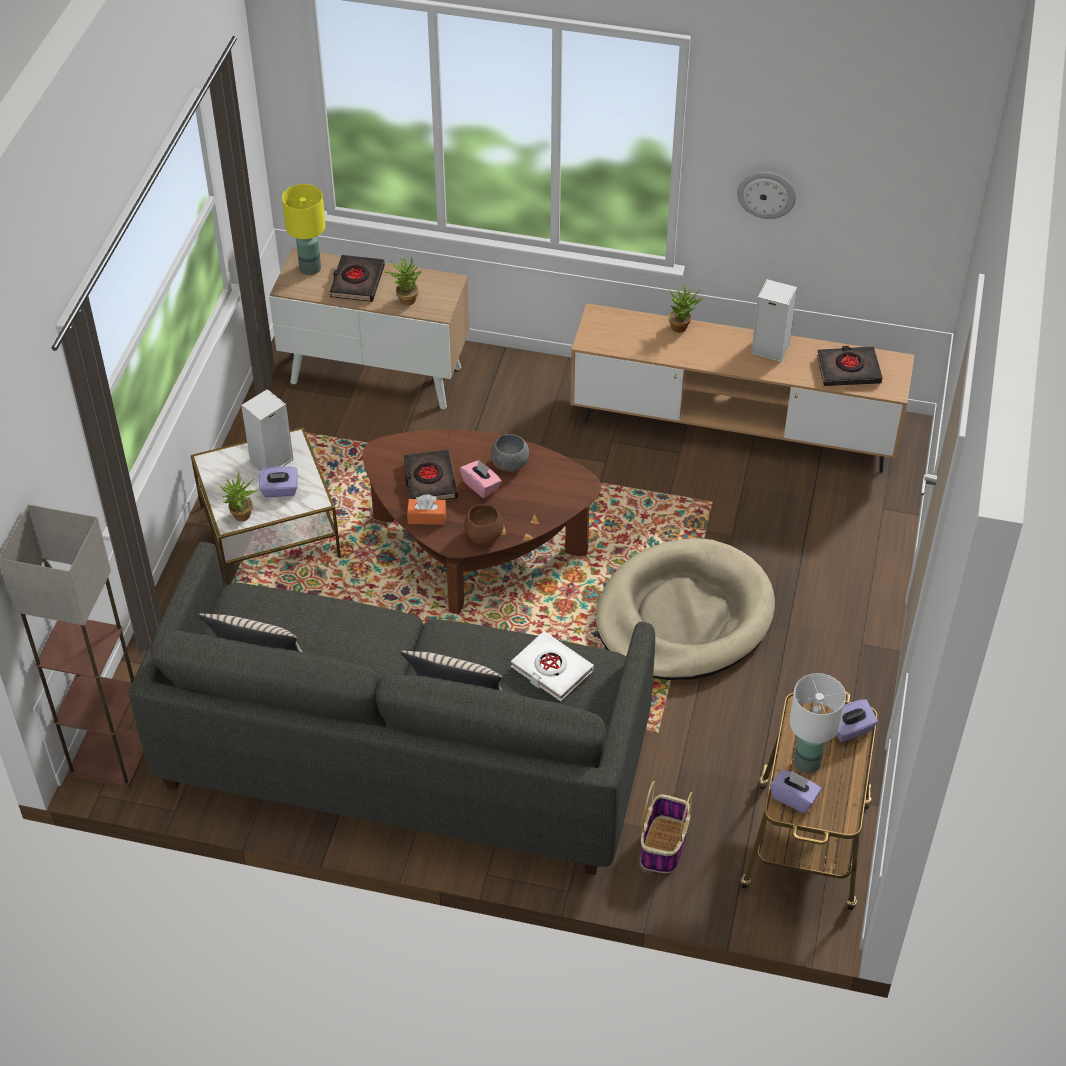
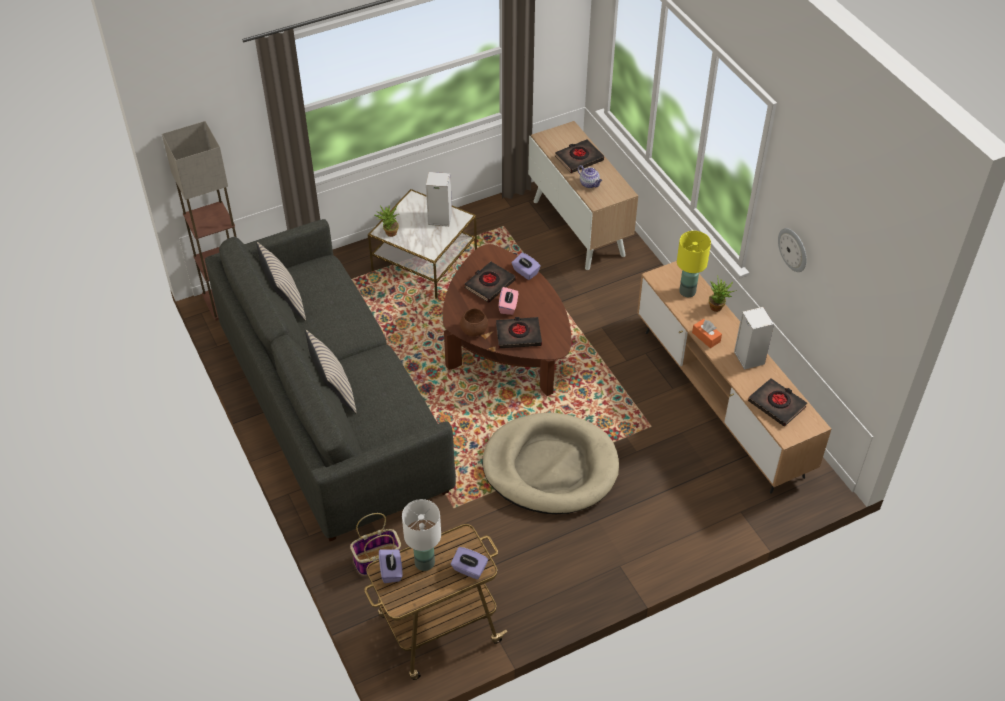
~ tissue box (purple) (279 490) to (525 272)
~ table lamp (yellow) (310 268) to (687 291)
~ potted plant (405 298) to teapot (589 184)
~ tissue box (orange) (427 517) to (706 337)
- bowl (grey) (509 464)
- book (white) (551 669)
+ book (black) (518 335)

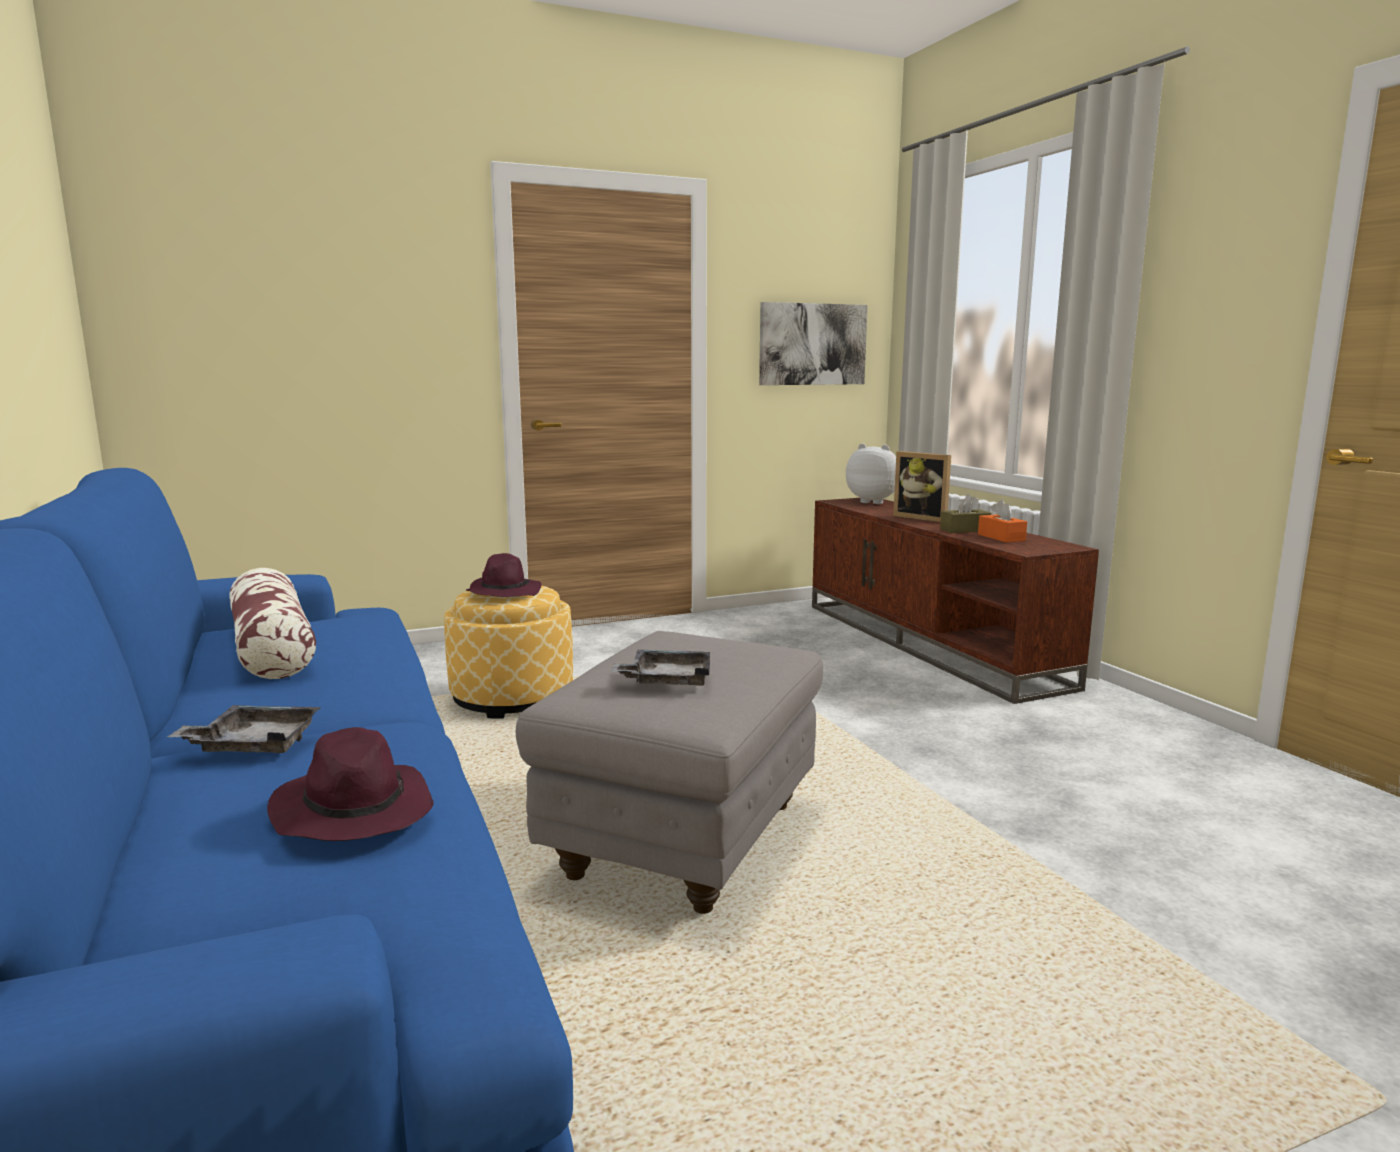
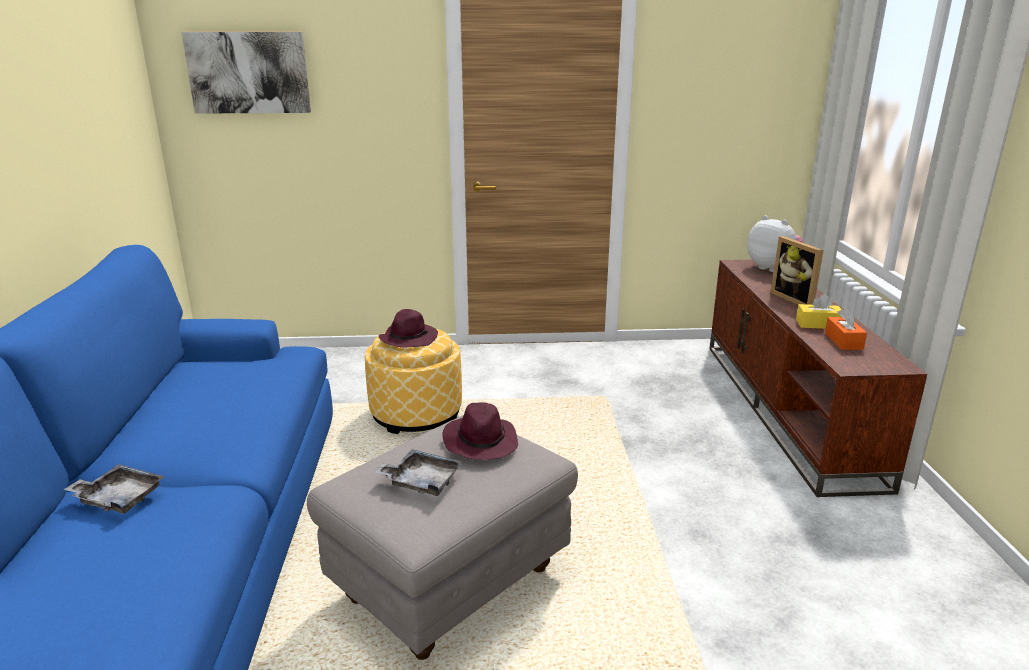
- pillow (272 647)
~ hat (purple) (353 812) to (480 442)
~ picture (812 344) to (248 72)
~ tissue box (brown) (964 530) to tissue box (yellow) (818 324)

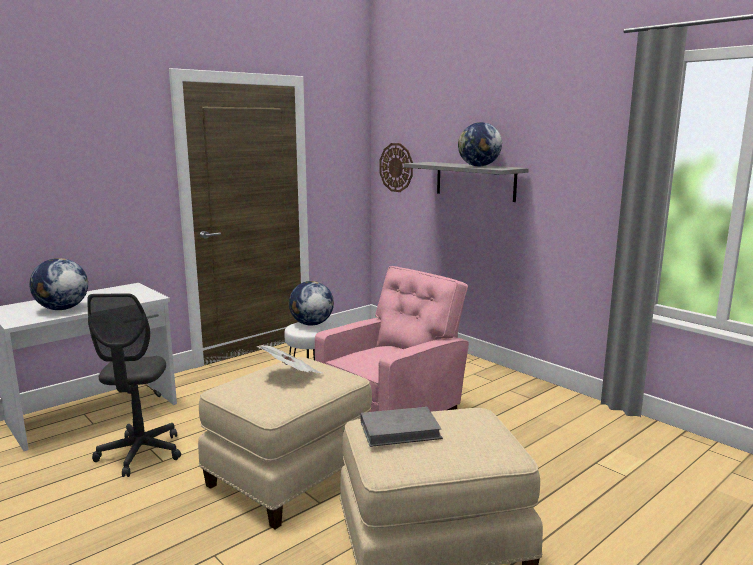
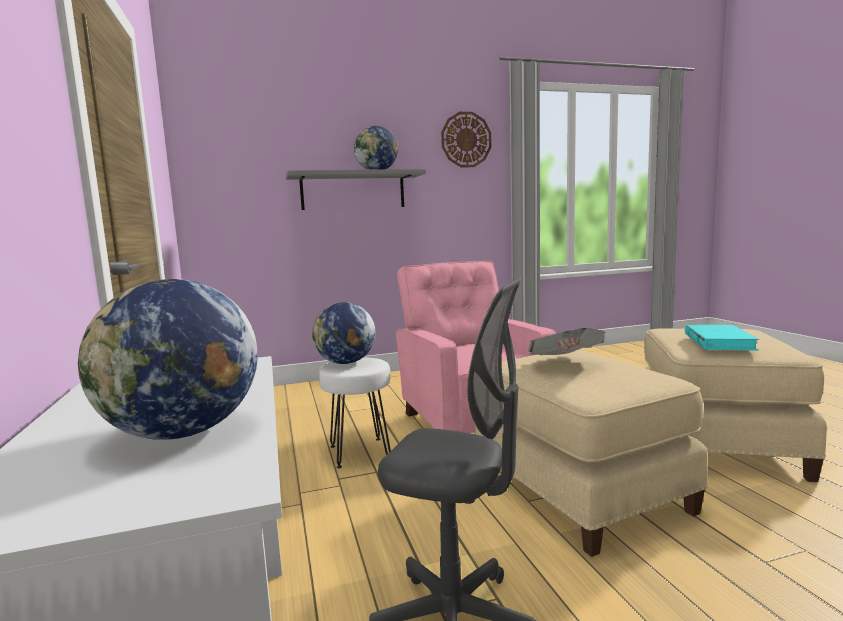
~ book (grey) (400 430) to book (turquoise) (718 342)
~ wall clock (396 167) to (466 140)

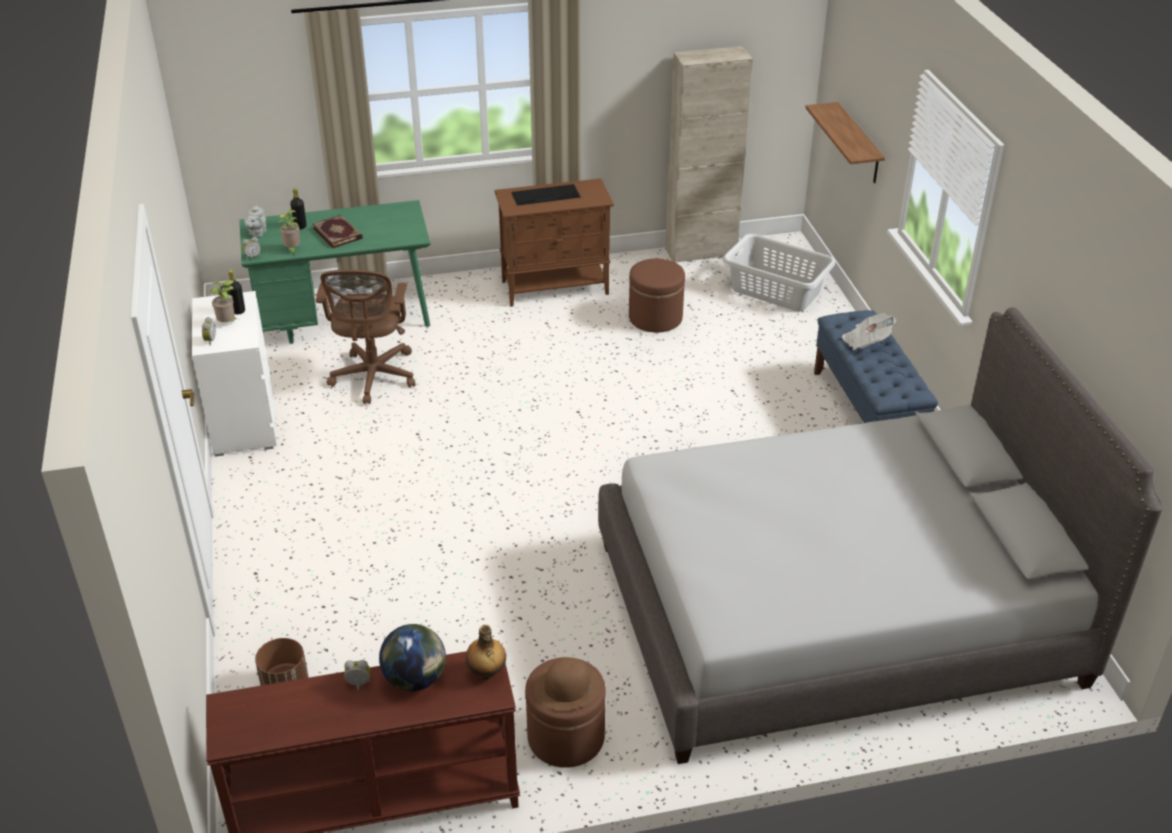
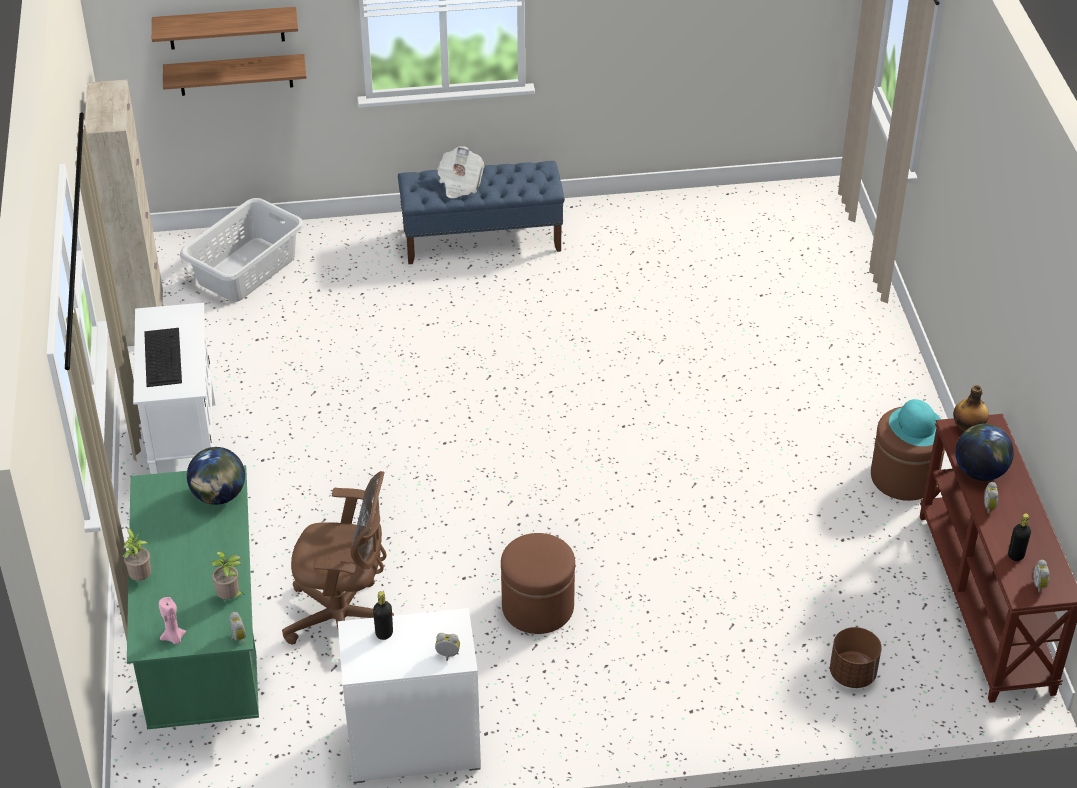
~ potted plant (228 323) to (141 577)
~ teapot (grey) (257 233) to candle (pink) (174 638)
~ bottle (black) (300 226) to (1016 555)
- book (338 233)
~ cabinet (brown) (556 287) to cabinet (white) (185 447)
~ hat (brown) (567 687) to hat (turquoise) (916 426)
- bed (grey) (836 613)
~ ottoman (brown) (655 318) to (538 607)
+ shelf (226 28)
+ globe (219 496)
+ alarm clock (1040 585)

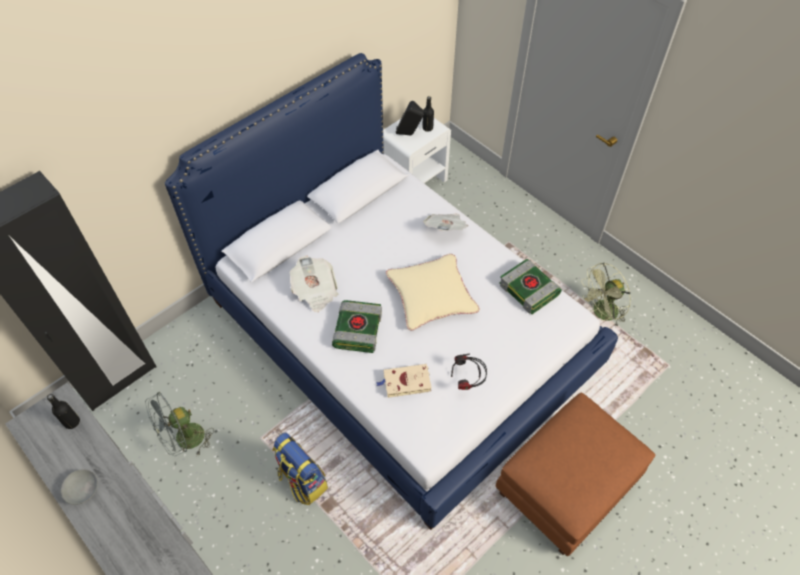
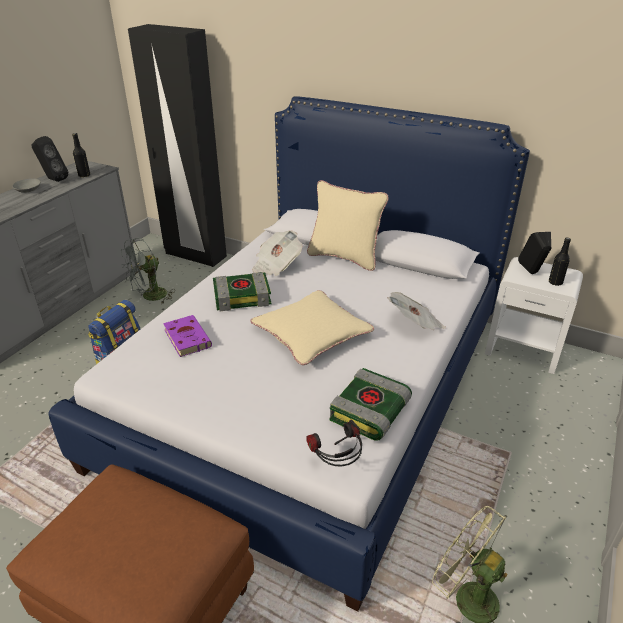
~ fan (grey) (184 441) = (150 297) 75 degrees counterclockwise
~ book (beige) (405 382) to book (purple) (186 337)
~ headphones (468 381) to (336 463)
+ speaker (black) (53 180)
+ pillow (beige) (344 257)

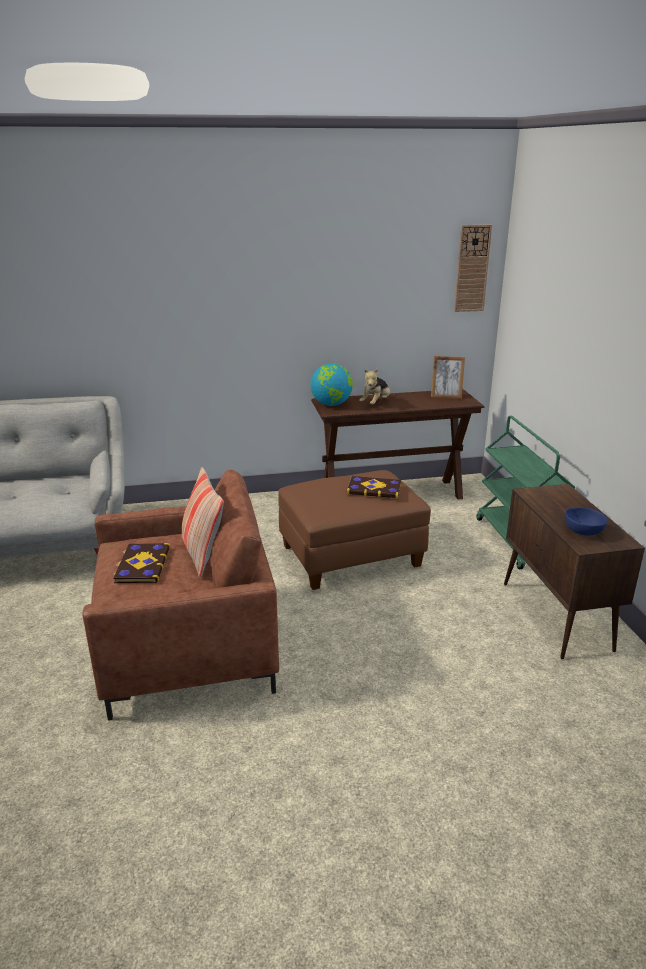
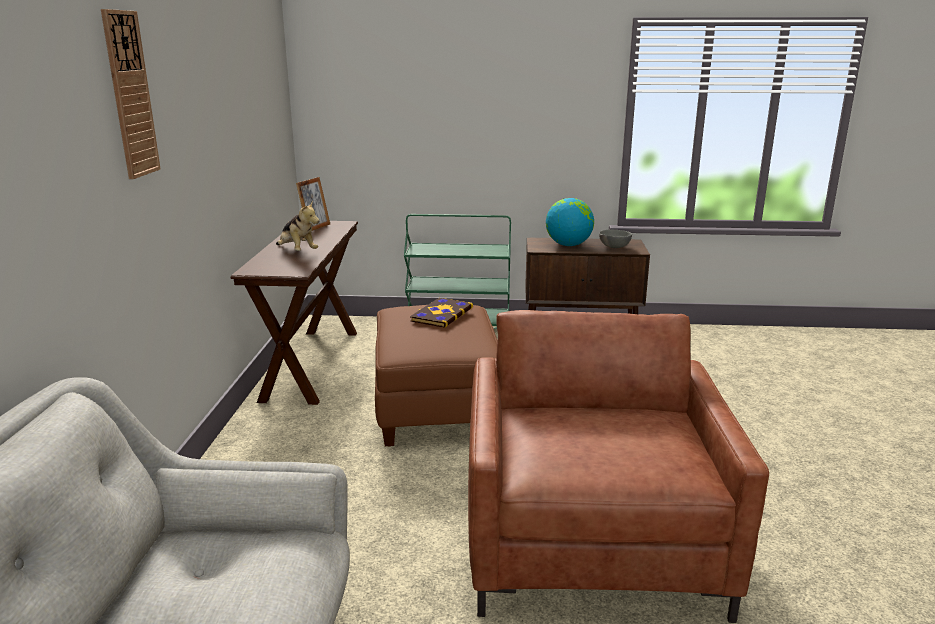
- book (142 565)
- pillow (203 554)
~ globe (331 404) to (568 245)
~ wall clock (472 268) to (130 95)
~ bowl (blue) (582 531) to bowl (grey) (613 247)

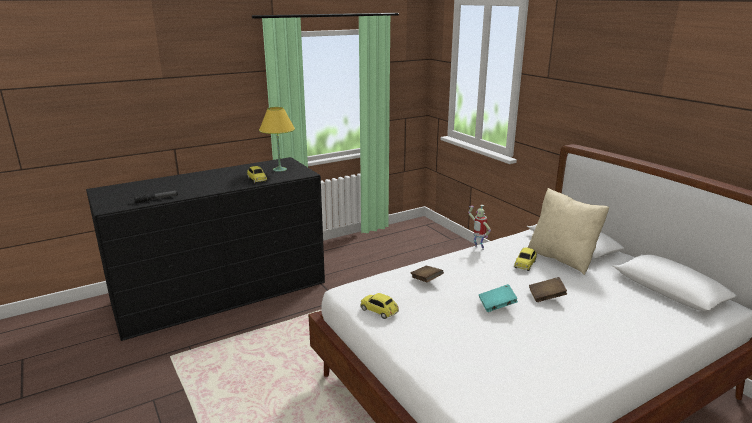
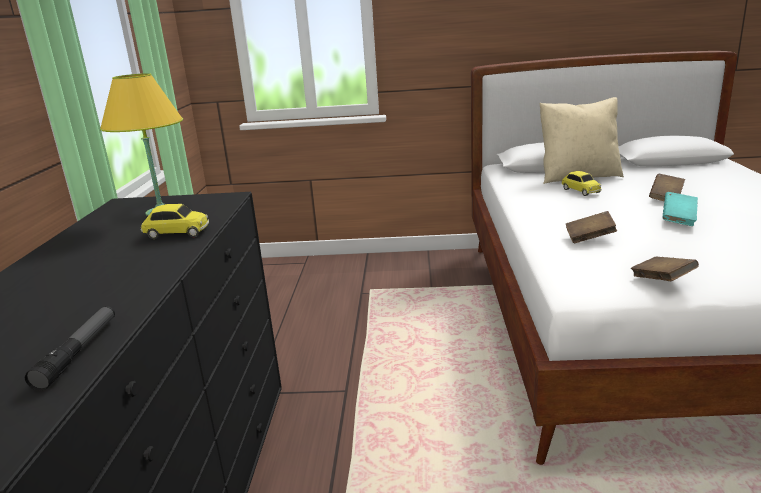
~ toy car (379 311) to book (brown) (661 281)
- toy robot (478 248)

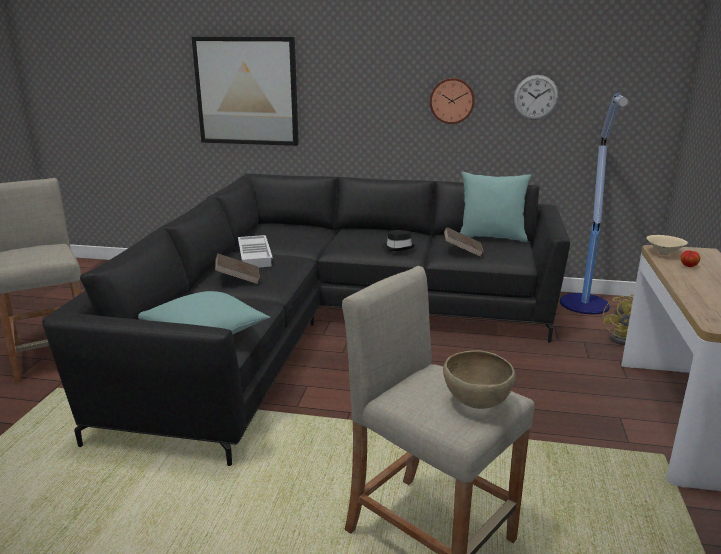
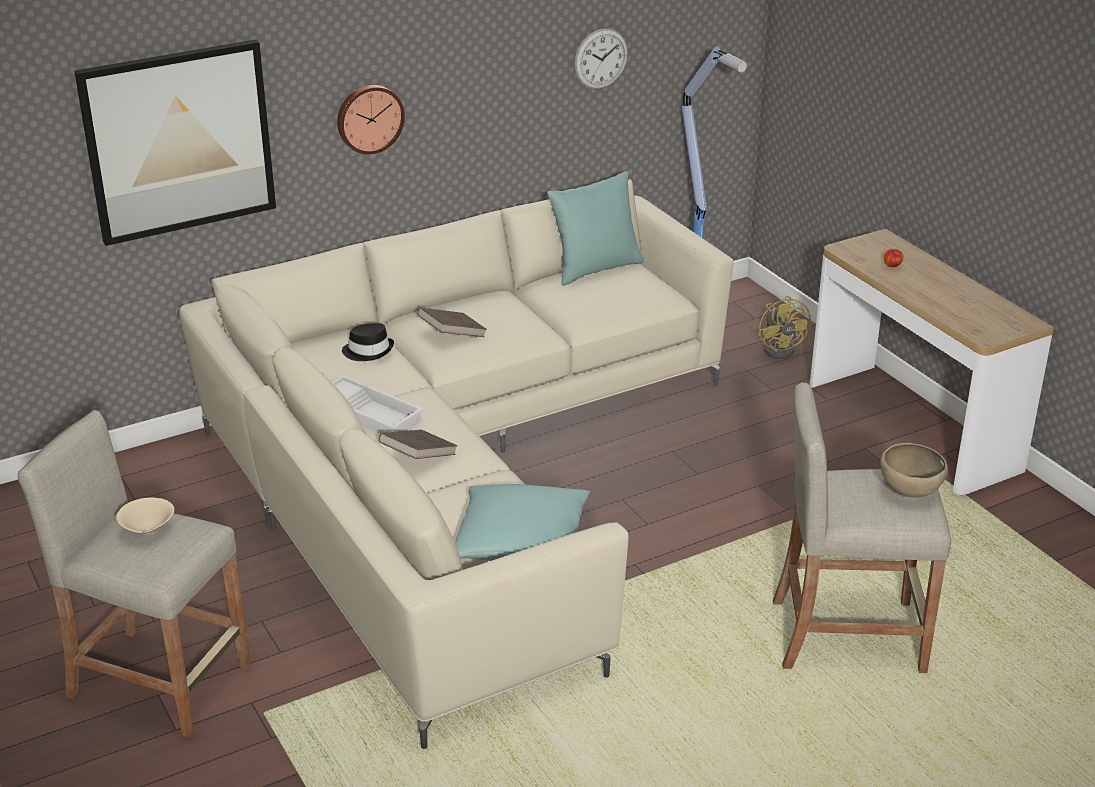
~ sofa (black) (324 327) to sofa (beige) (454 476)
~ hat (black) (398 247) to (368 351)
~ wall clock (452 100) to (369 118)
~ book (brown) (462 251) to (452 335)
~ bowl (beige) (663 254) to (148 531)

